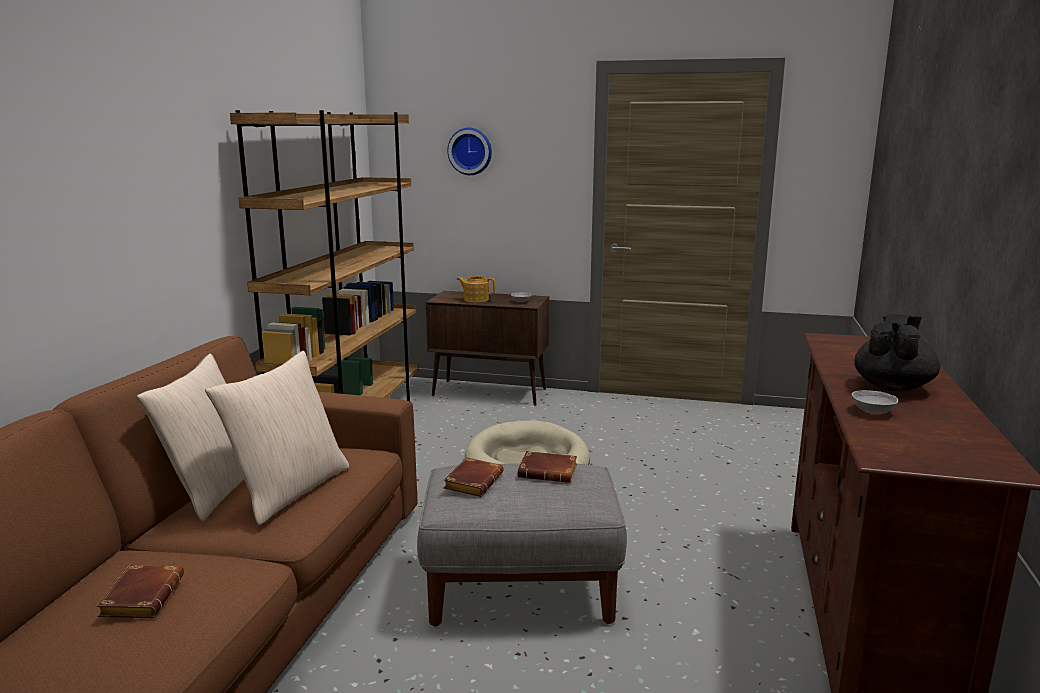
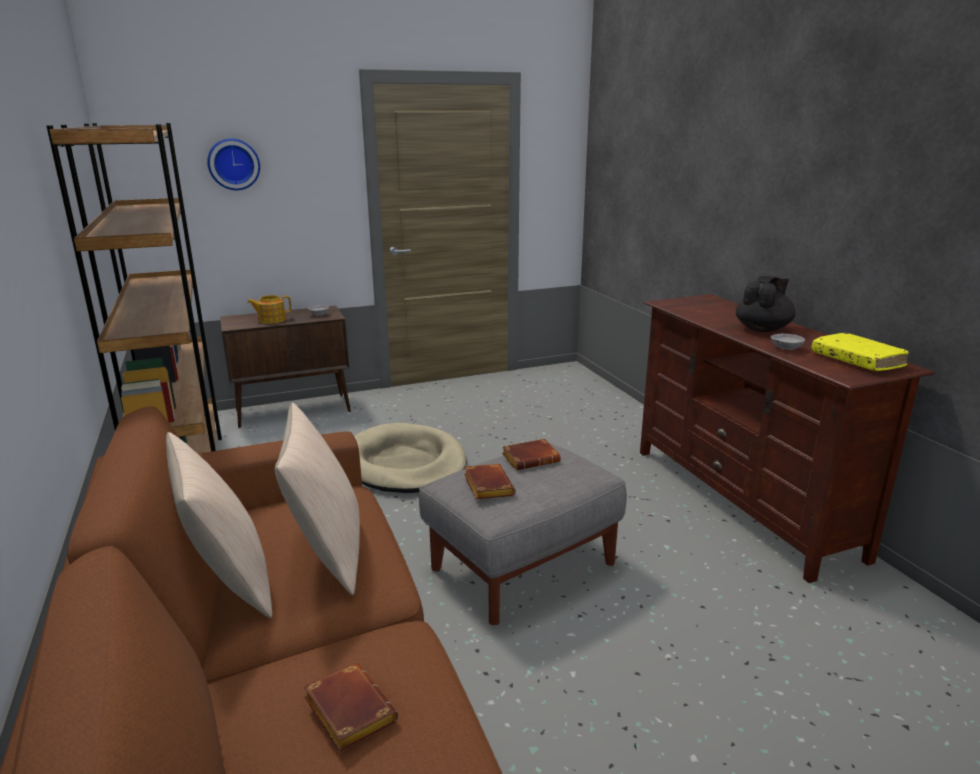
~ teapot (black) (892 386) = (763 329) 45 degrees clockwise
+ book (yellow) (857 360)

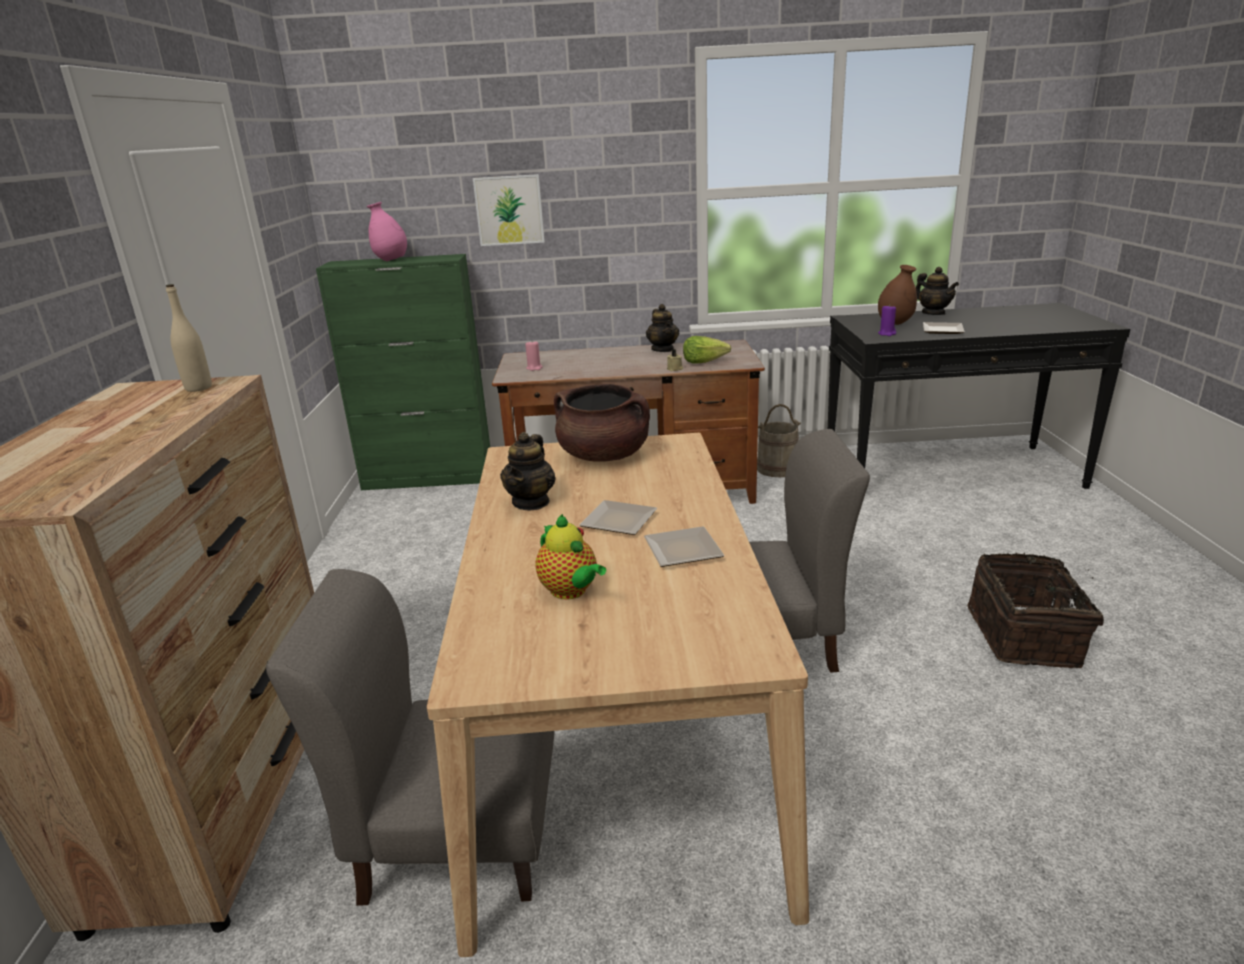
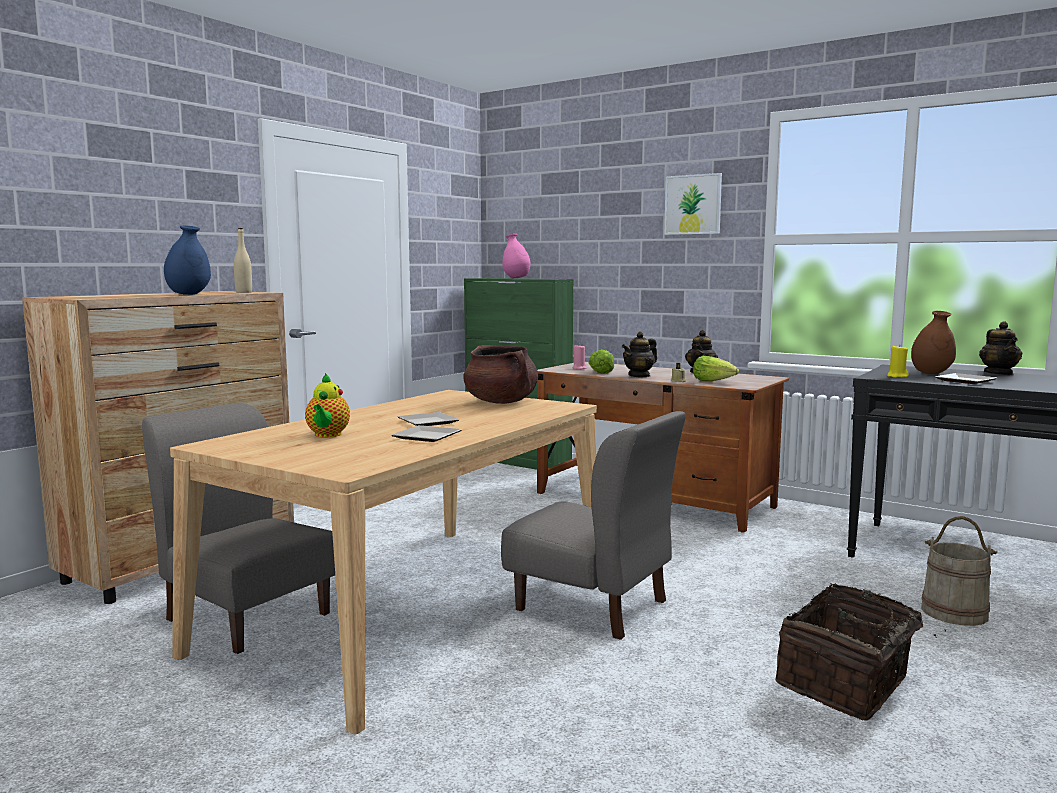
~ picture (509 210) to (693 204)
~ teapot (531 502) to (639 376)
~ bucket (beige) (777 469) to (954 612)
~ candle (purple) (887 334) to candle (yellow) (897 376)
+ vase (blue) (188 294)
+ lettuce (601 372)

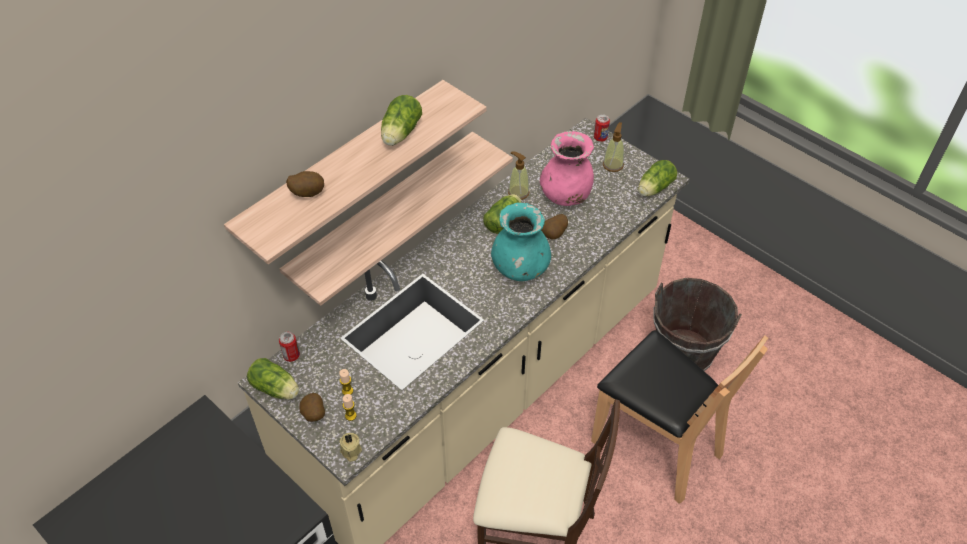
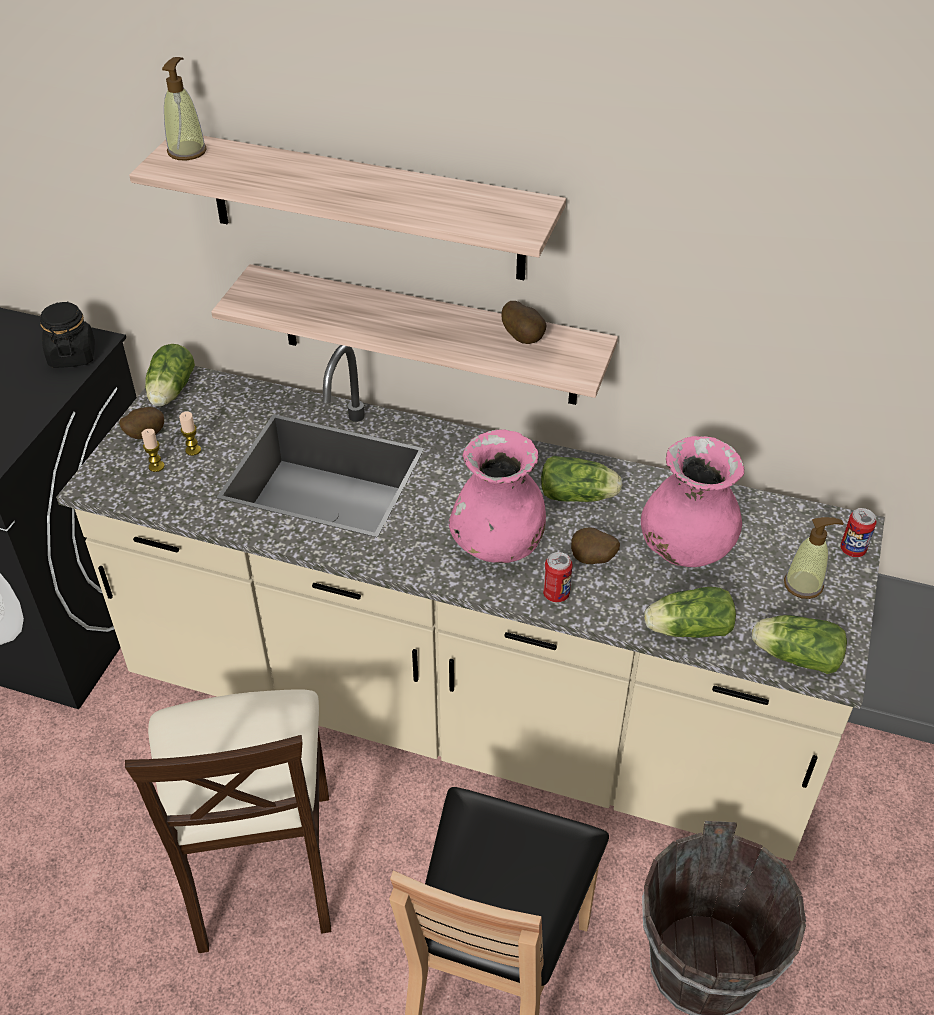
~ can (291 355) to (556 594)
~ potato (307 193) to (524 338)
- candle (beige) (350 451)
~ lettuce (400 134) to (686 629)
~ vase (turquoise) (520 268) to vase (pink) (498 544)
~ soap dispenser (518 192) to (187 151)
+ jar (black) (72 355)

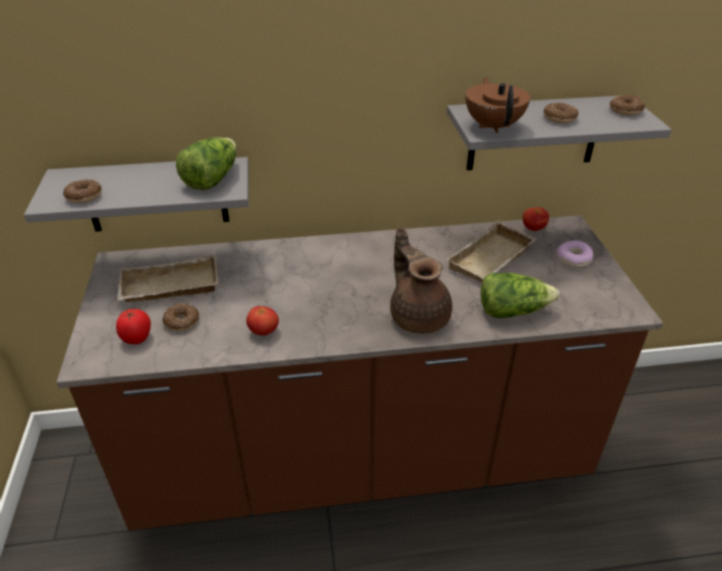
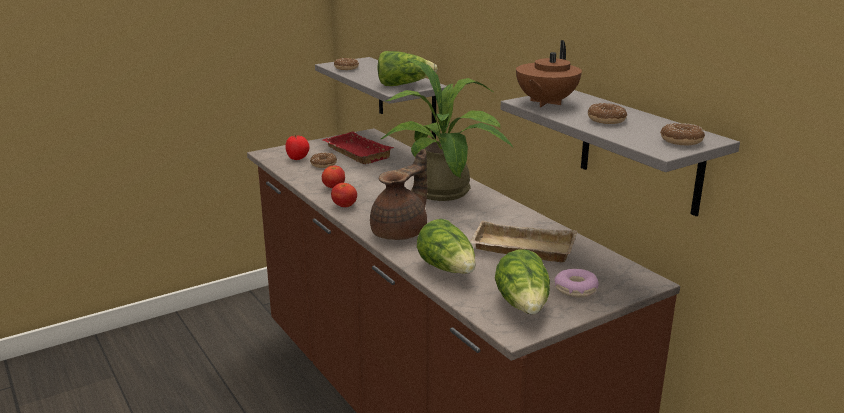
~ tray (beige) (169 288) to tray (red) (355 153)
~ teapot (brown) (493 126) = (545 103) 150 degrees clockwise
~ tomato (533 228) to (344 206)
+ potted plant (445 194)
+ lettuce (523 305)

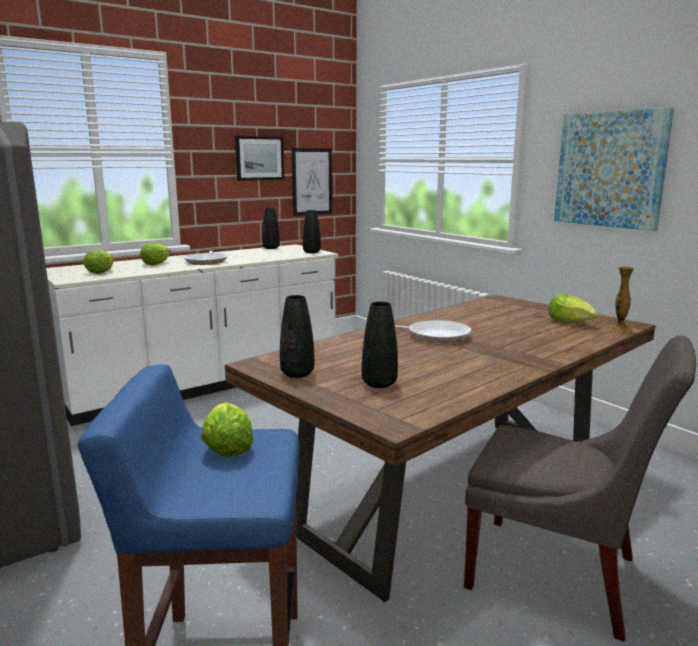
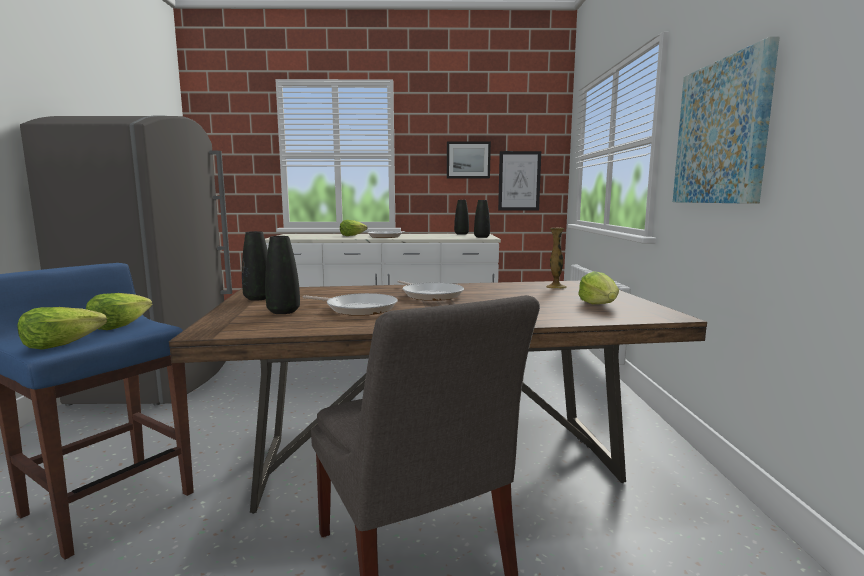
~ lettuce (100 272) to (62 344)
~ vase (620 329) to (556 287)
+ frying pan (358 309)

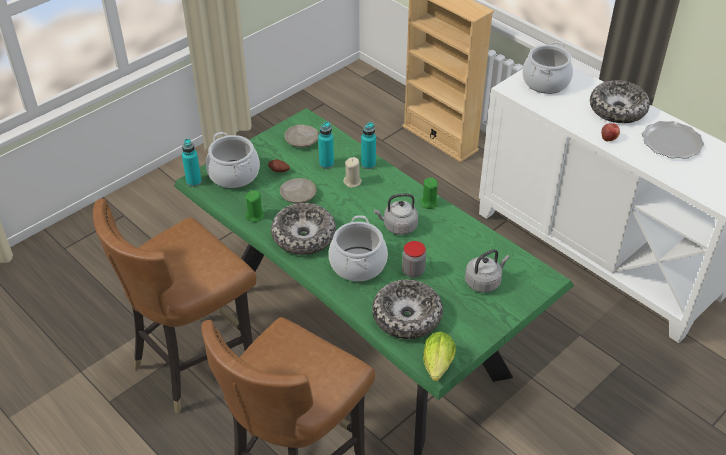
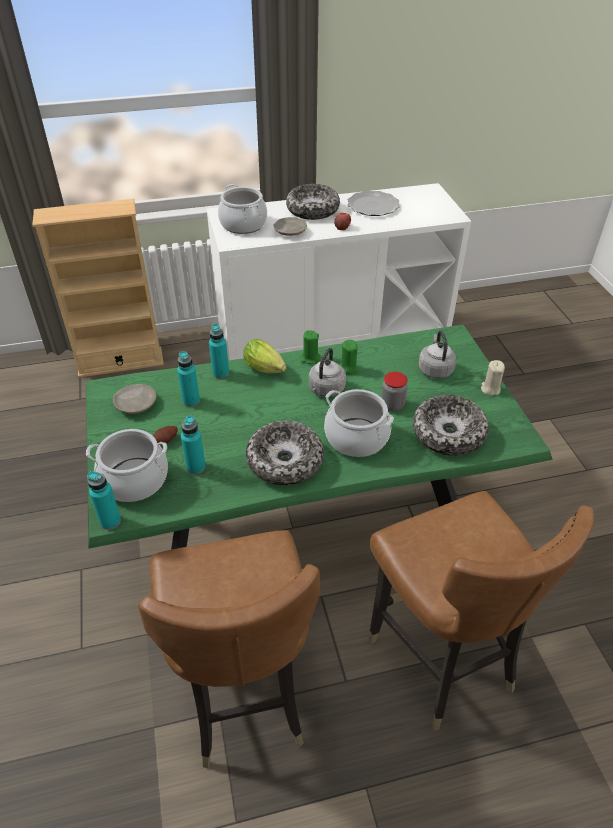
~ candle (green) (255 216) to (348 368)
~ plate (beige) (298 195) to (290 231)
~ candle (beige) (352 182) to (490 389)
~ lettuce (437 367) to (266 370)
+ bottle (turquoise) (196 467)

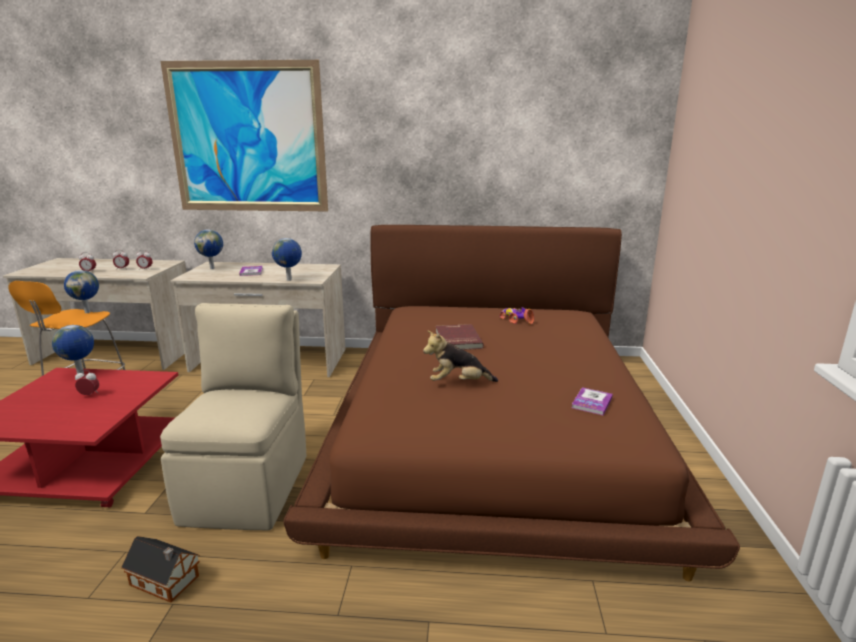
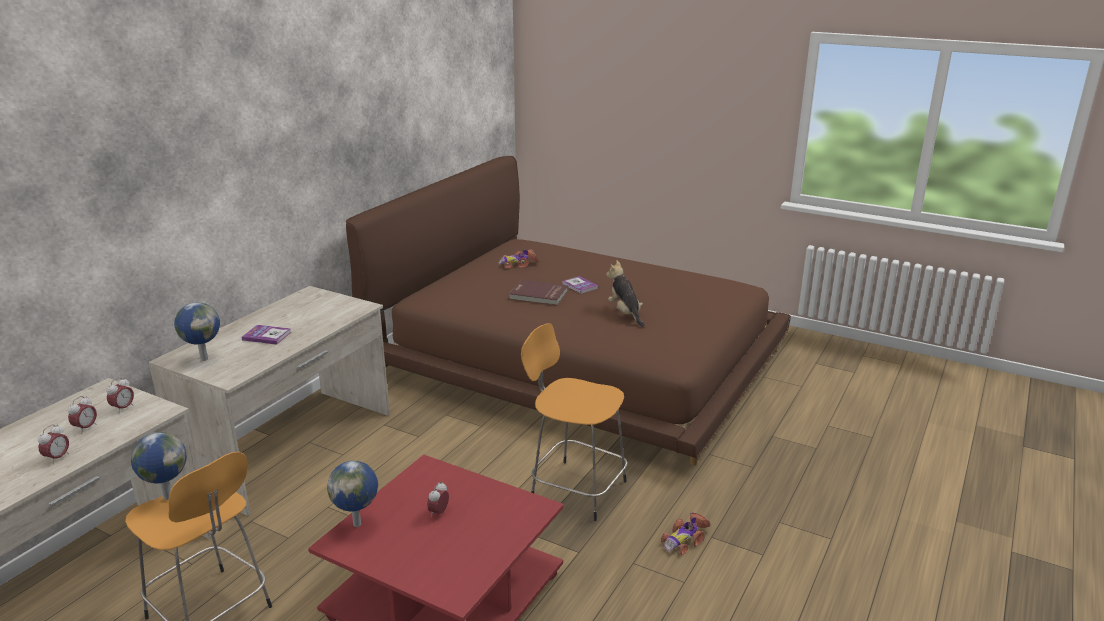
~ toy house (166 581) to toy car (684 540)
- picture (247 138)
~ chair (beige) (249 486) to stool (orange) (575 488)
- globe (289 280)
~ plush toy (458 383) = (625 313) 135 degrees clockwise
~ book (592 402) to (580 286)

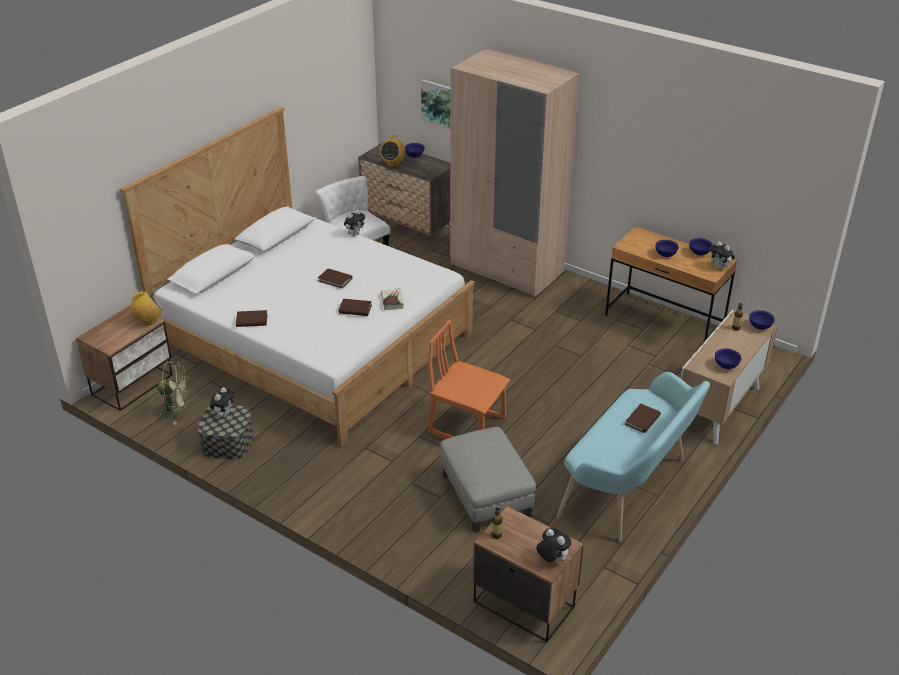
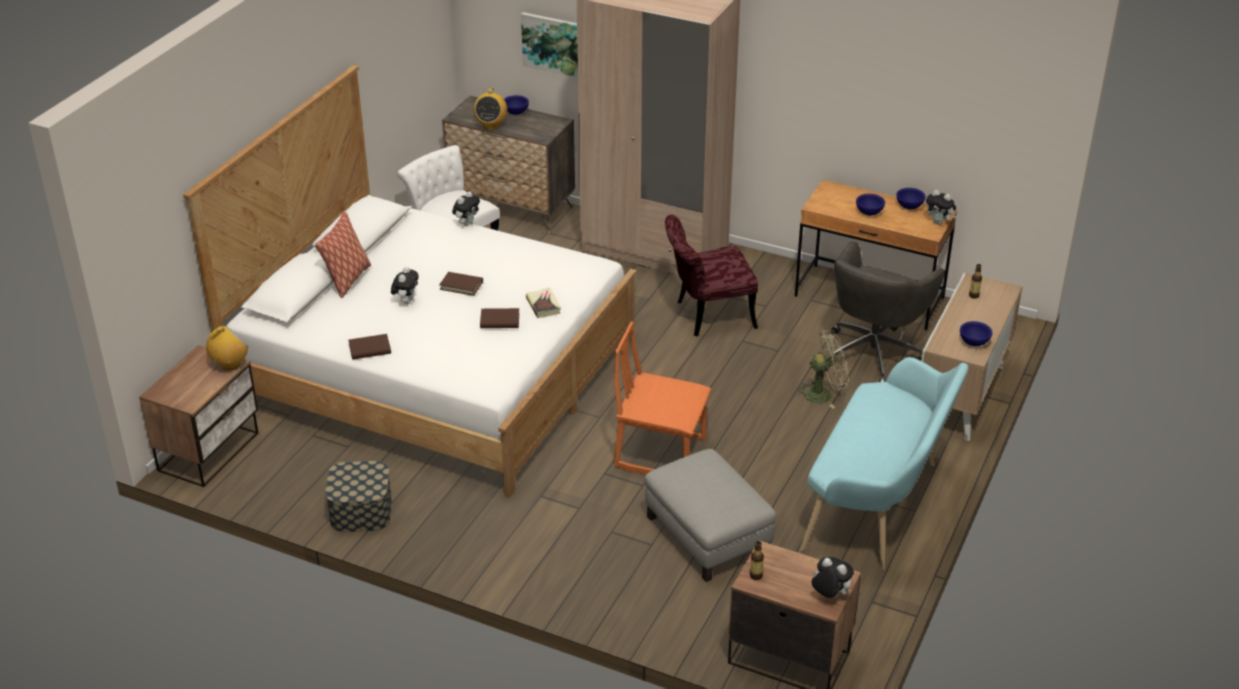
~ fan (green) (176 411) to (823 394)
~ plush toy (224 414) to (406 301)
- book (brown) (642 420)
- bowl (blue) (759 327)
+ pillow (347 280)
+ chair (red) (707 316)
+ office chair (grey) (874 352)

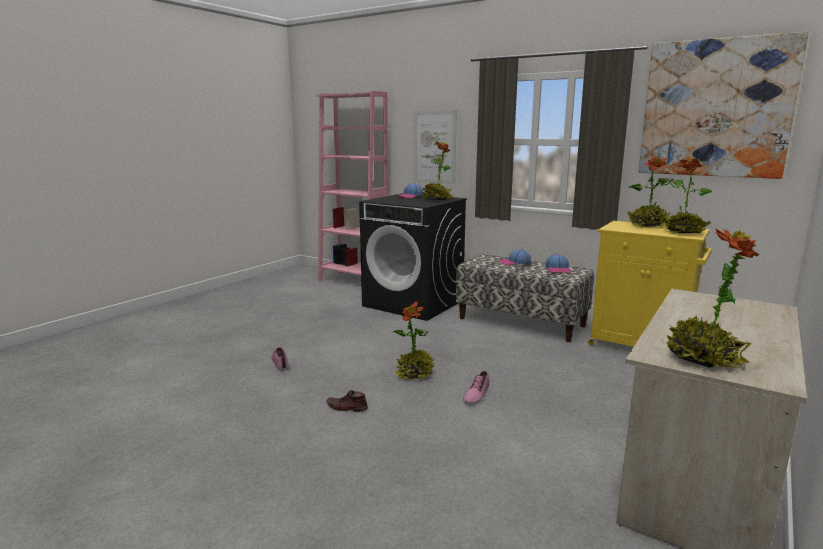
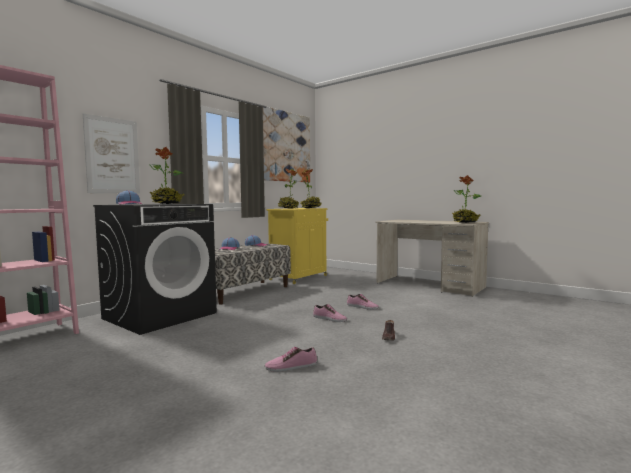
~ potted plant (414 374) to shoe (329 319)

